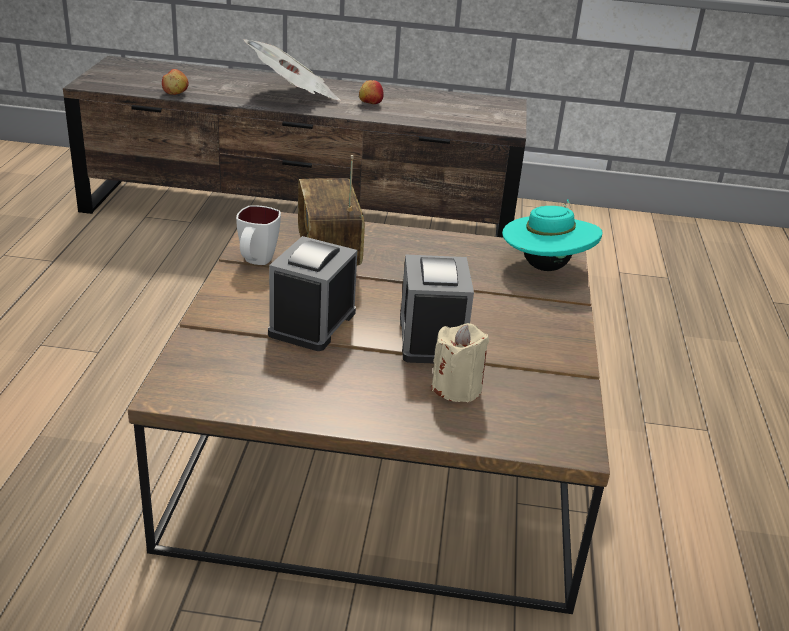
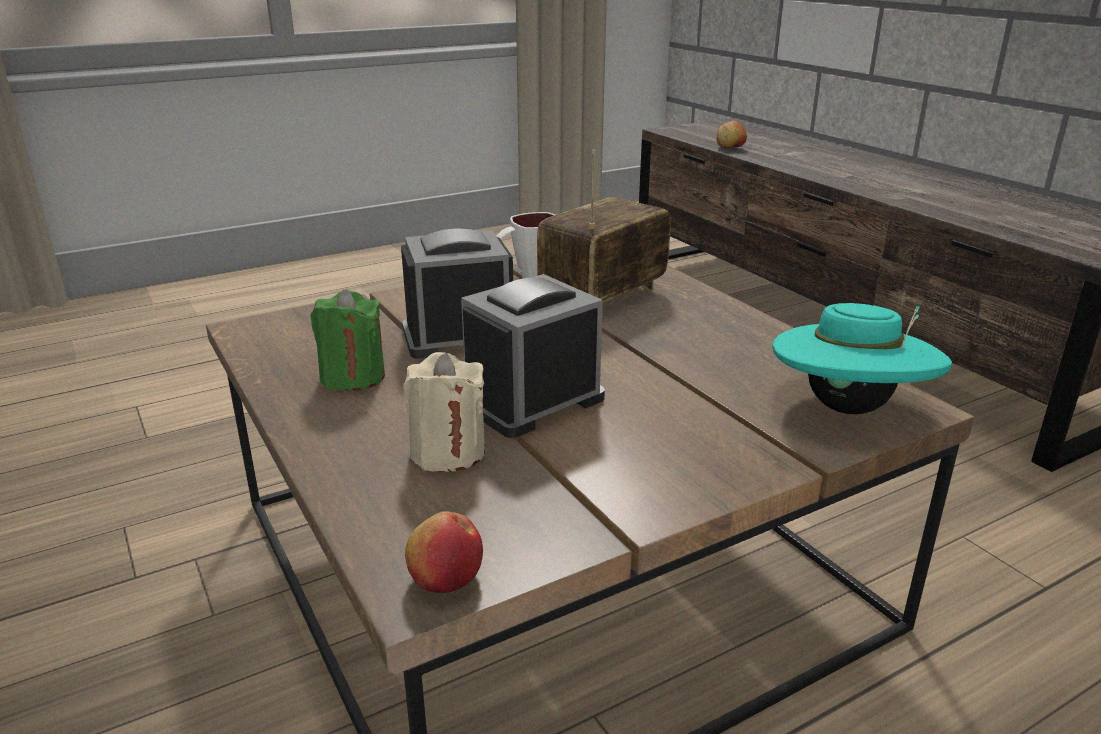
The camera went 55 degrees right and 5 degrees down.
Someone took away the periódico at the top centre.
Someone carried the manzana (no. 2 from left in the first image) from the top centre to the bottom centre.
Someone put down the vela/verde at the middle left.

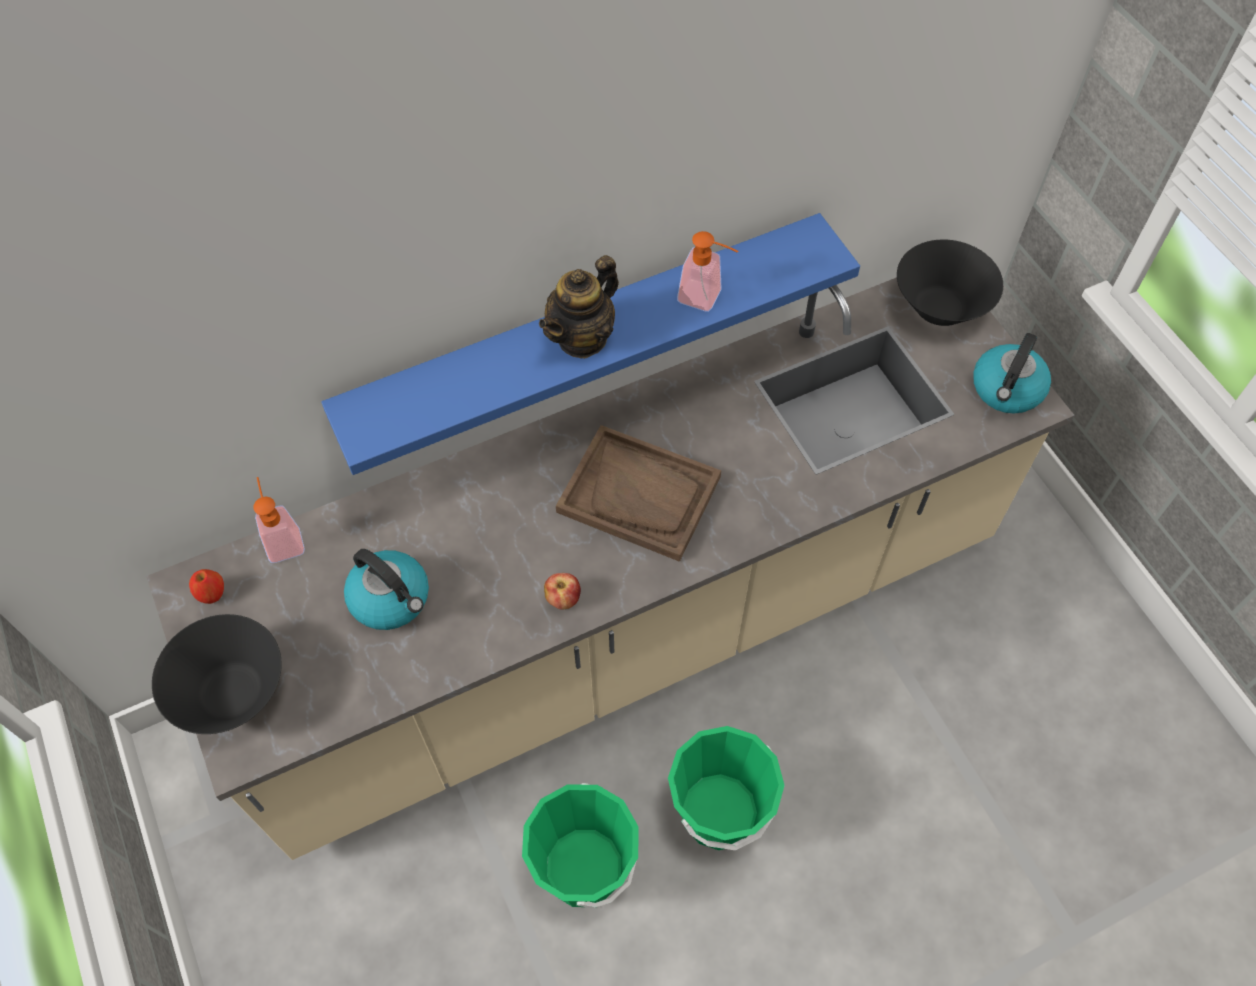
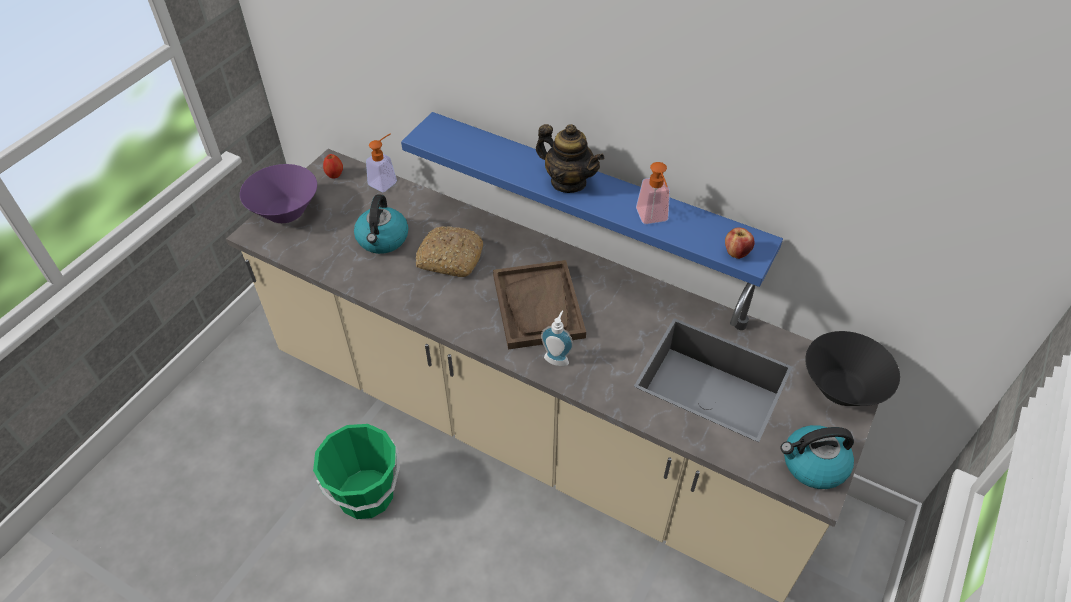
The camera went 55 degrees right and 10 degrees down.
Someone rotated the tetera at the top centre by 150 degrees counterclockwise.
Someone carried the manzana (no. 2 from left) from the centre to the middle right.
Someone repainted the cuenco/negro (no. 1 from left) at the bottom left, which became the cuenco/morado at the top left.
Someone took away the cubo/verde (no. 2 from left) at the bottom centre.
Someone put down the pan at the centre.
Someone put down the dispensador de jabón (no. 2 from left) at the centre.

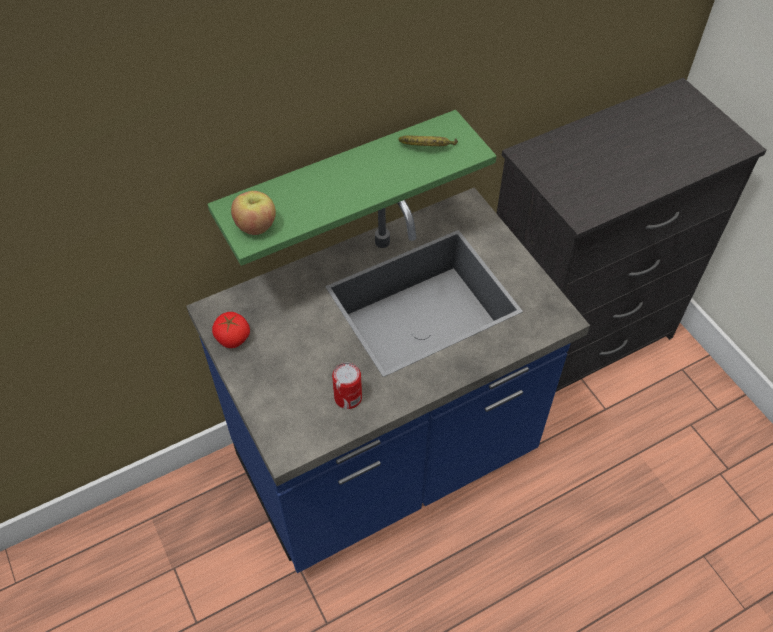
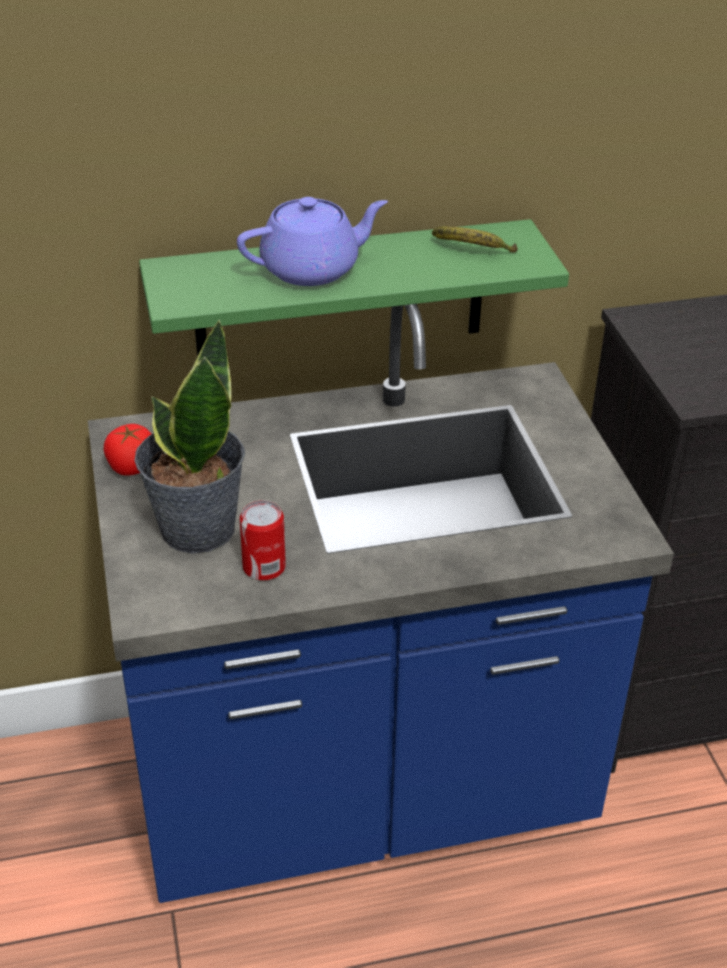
The camera went 15 degrees right and 15 degrees down.
Someone took away the manzana at the middle left.
Someone put down the tetera/morado at the top centre.
Someone put down the planta en maceta at the middle left.

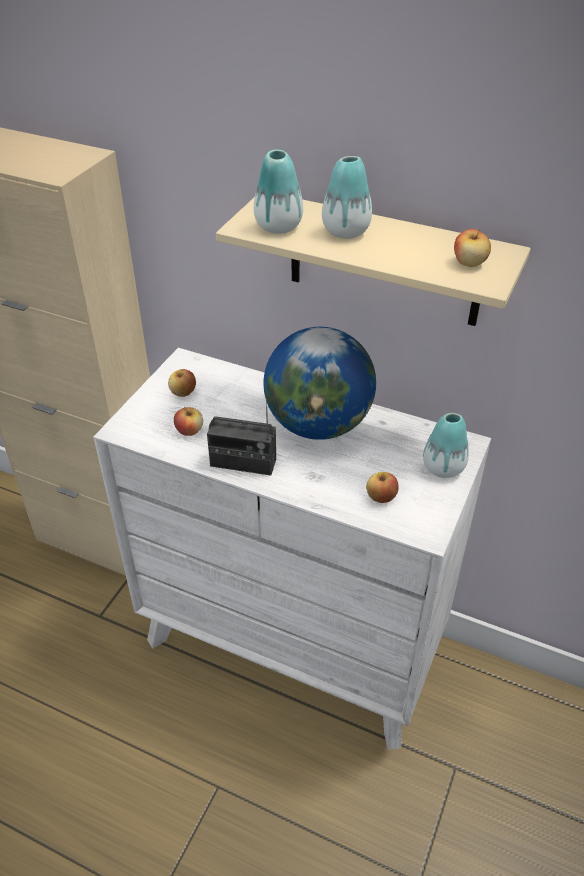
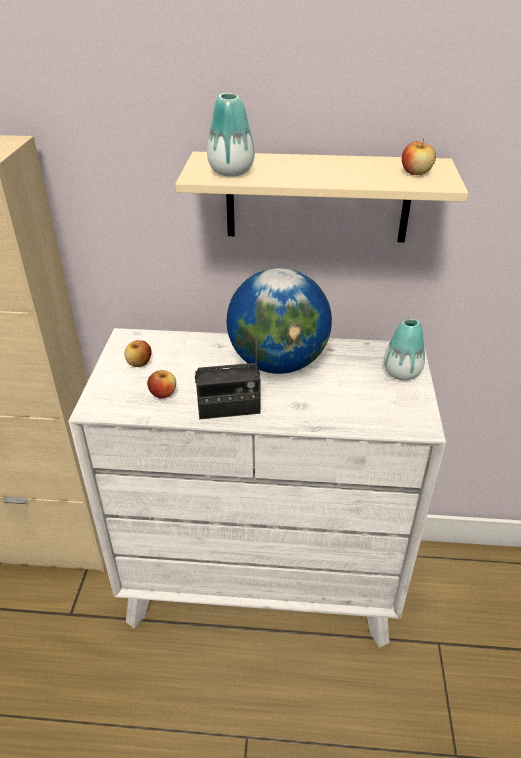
The camera went 20 degrees left and 5 degrees down.
Someone took away the florero (no. 2 from left) at the top centre.
Someone took away the manzana (no. 3 from left) at the centre.

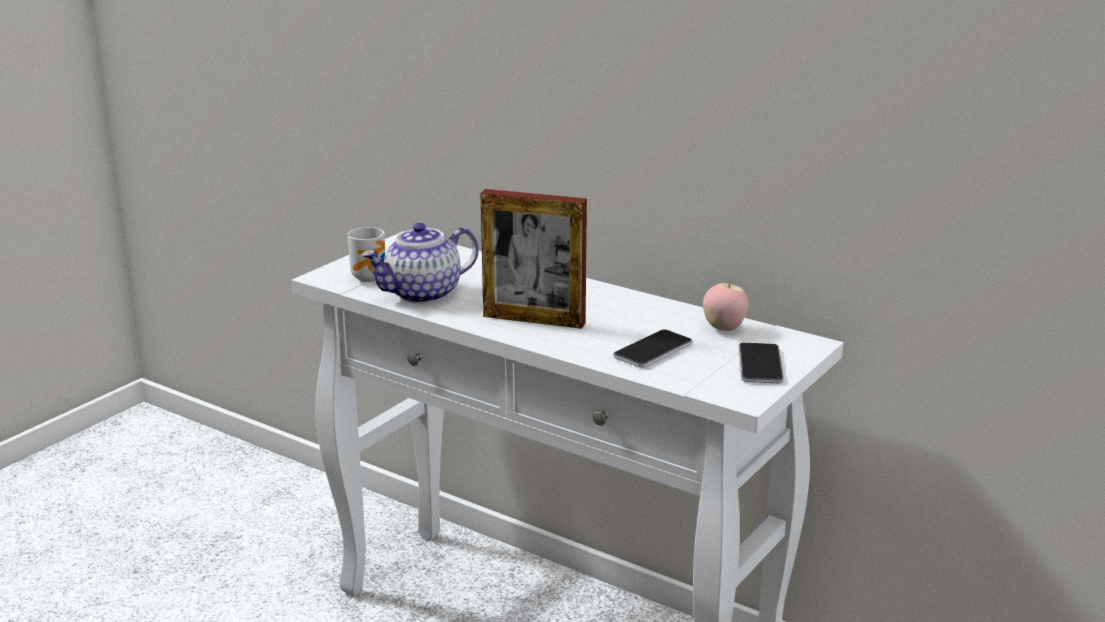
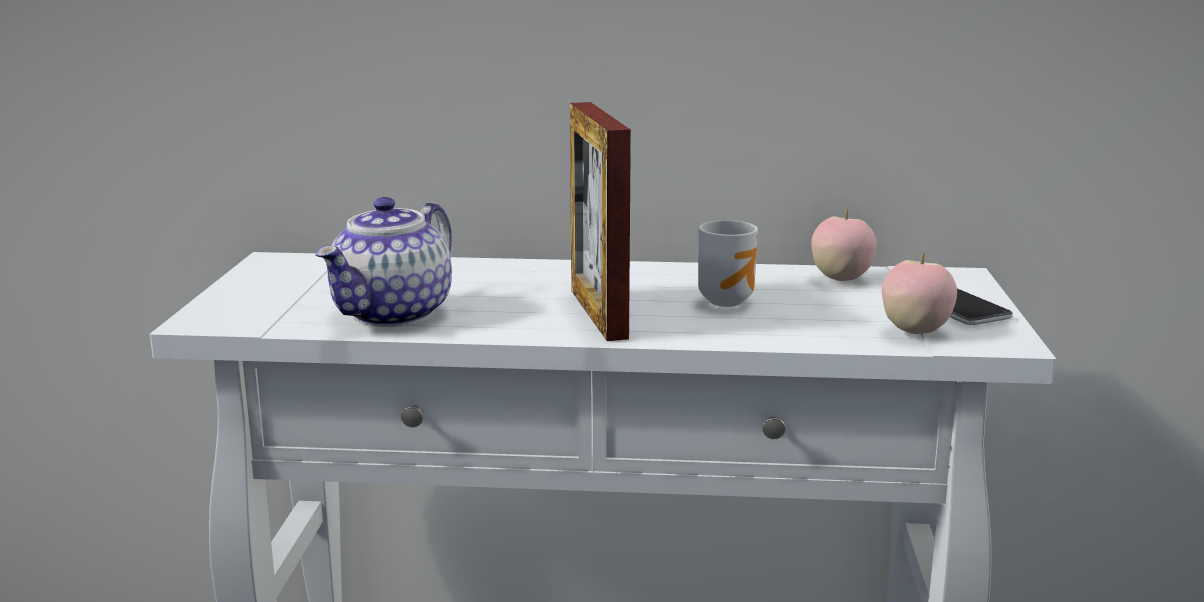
The camera went 30 degrees left and 5 degrees down.
Someone rotated the portarretratos at the centre by 90 degrees clockwise.
Someone carried the taza grande from the middle left to the centre.
Someone took away the móvil (no. 1 from left) at the centre.
Someone put down the manzana (no. 2 from left) at the middle right.

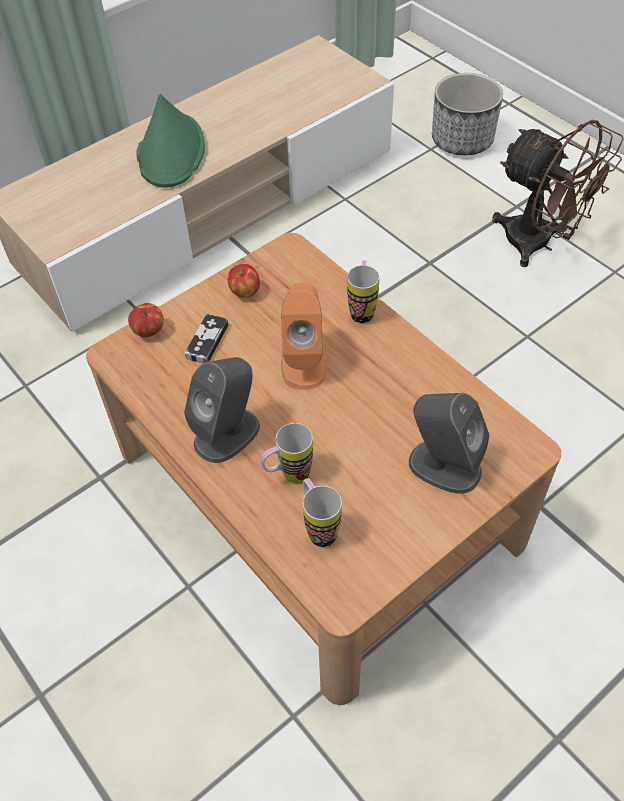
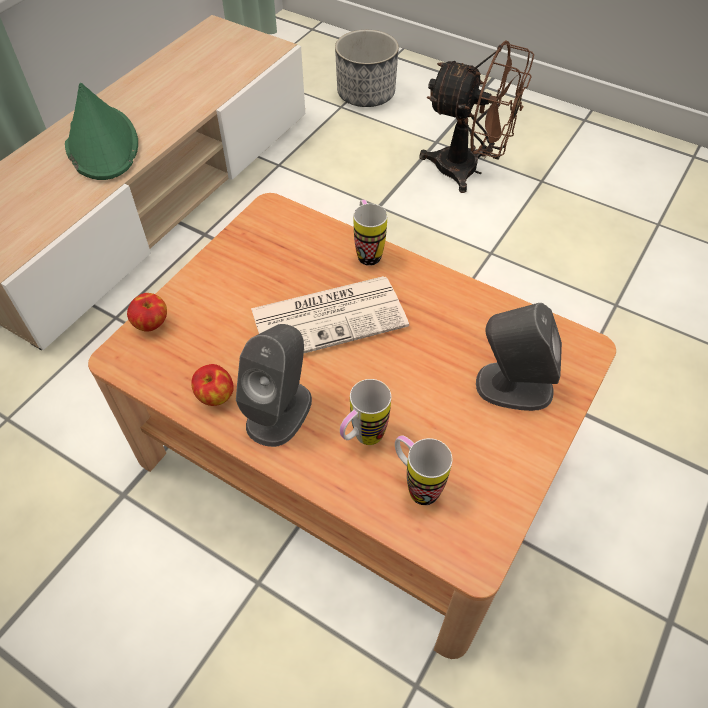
The camera went 20 degrees left and 0 degrees up.
Someone carried the manzana (no. 2 from left) from the centre to the middle left.
Someone swapped the altavoz/naranja at the centre for the periódico at the centre.
Someone took away the mando de consola at the middle left.

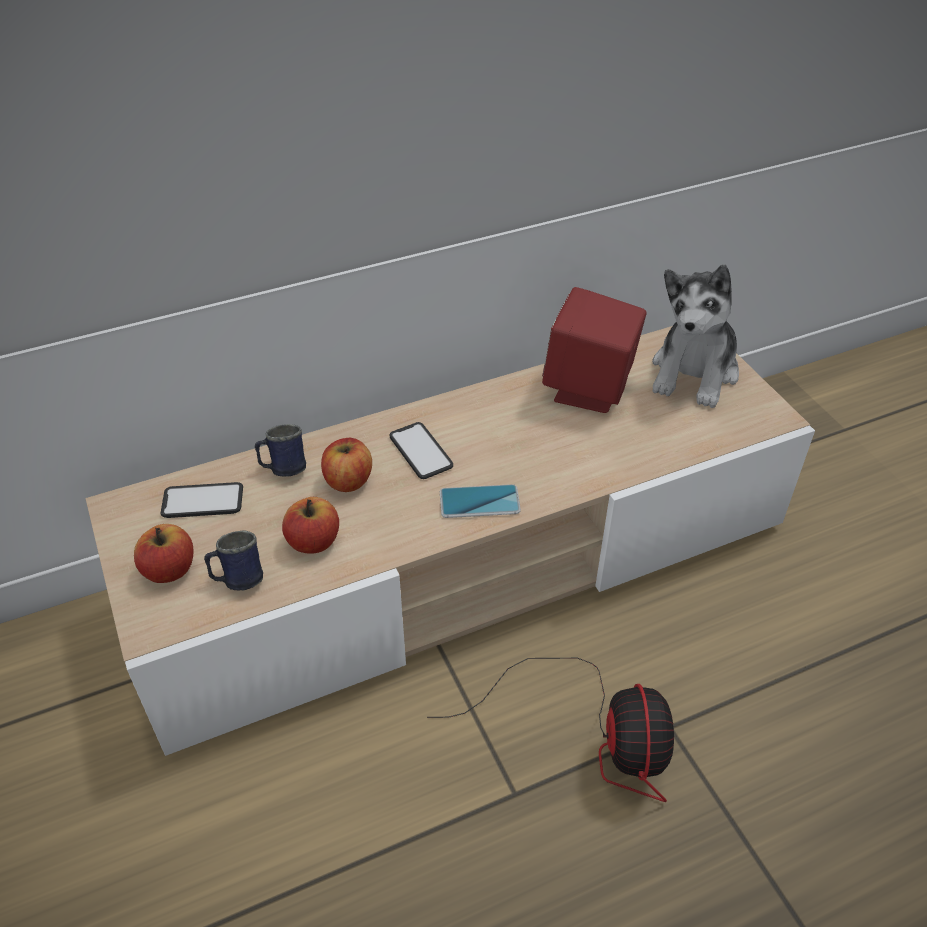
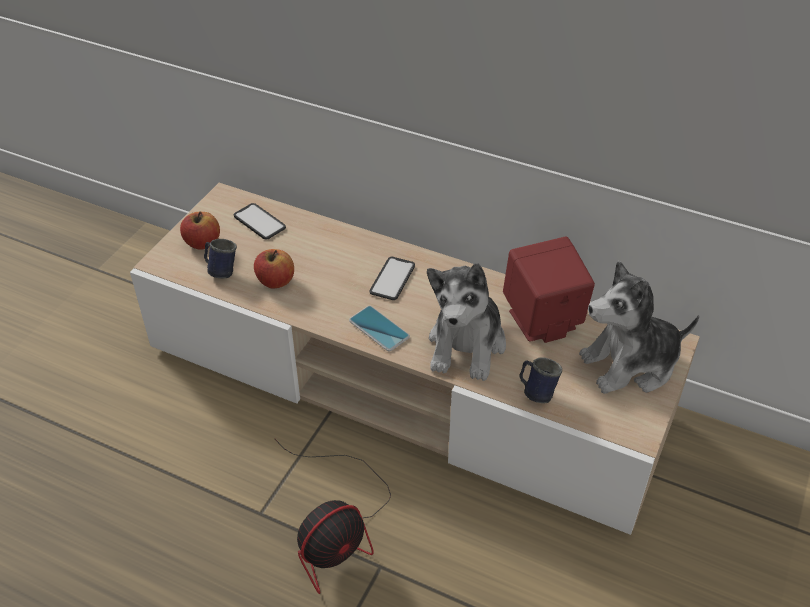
The camera went 50 degrees right and 0 degrees up.
Someone carried the taza grande/azul (no. 2 from left) from the middle left to the middle right.
Someone took away the manzana (no. 3 from left) at the centre.
Someone put down the peluche (no. 1 from left) at the centre.

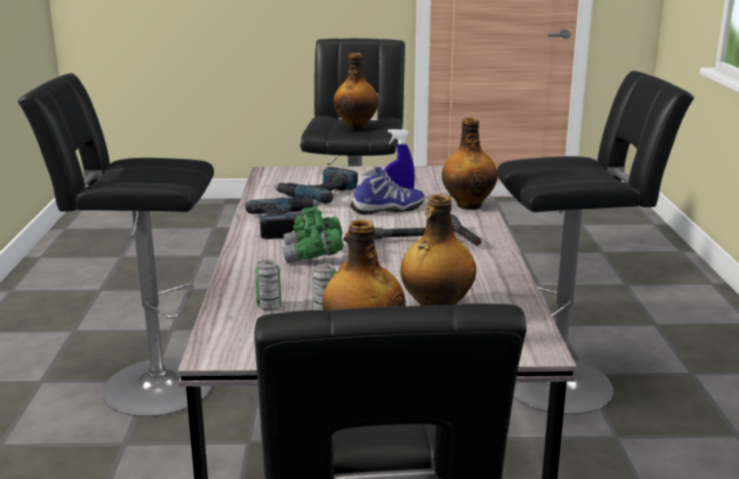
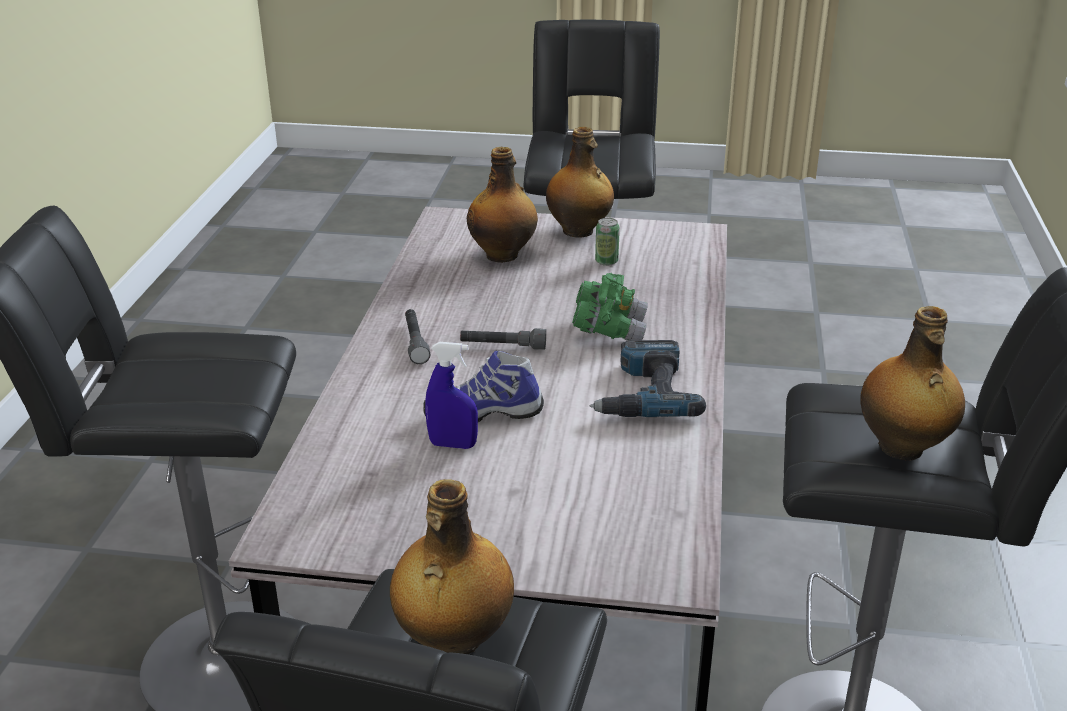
The camera went 170 degrees left and 10 degrees up.
Someone carried the botella (no. 4 from left) from the centre to the middle right.
Someone took away the taladro (no. 2 from left) at the centre.
Someone took away the lata (no. 1 from left) at the centre.

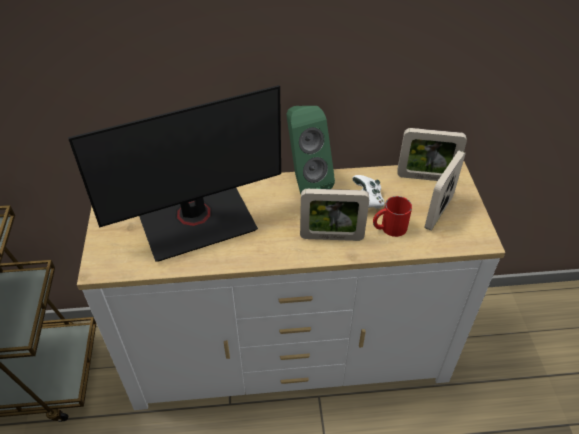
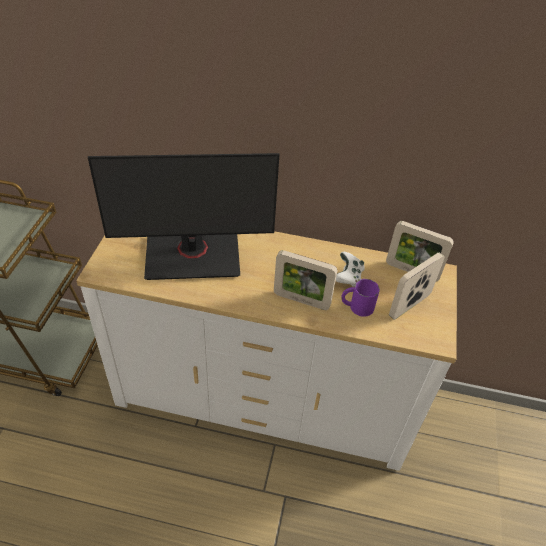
The camera went 15 degrees right and 0 degrees up.
Someone took away the altavoz/verde at the centre.
Someone repainted the taza grande/rojo at the middle right, which became the taza grande/morado at the centre.

